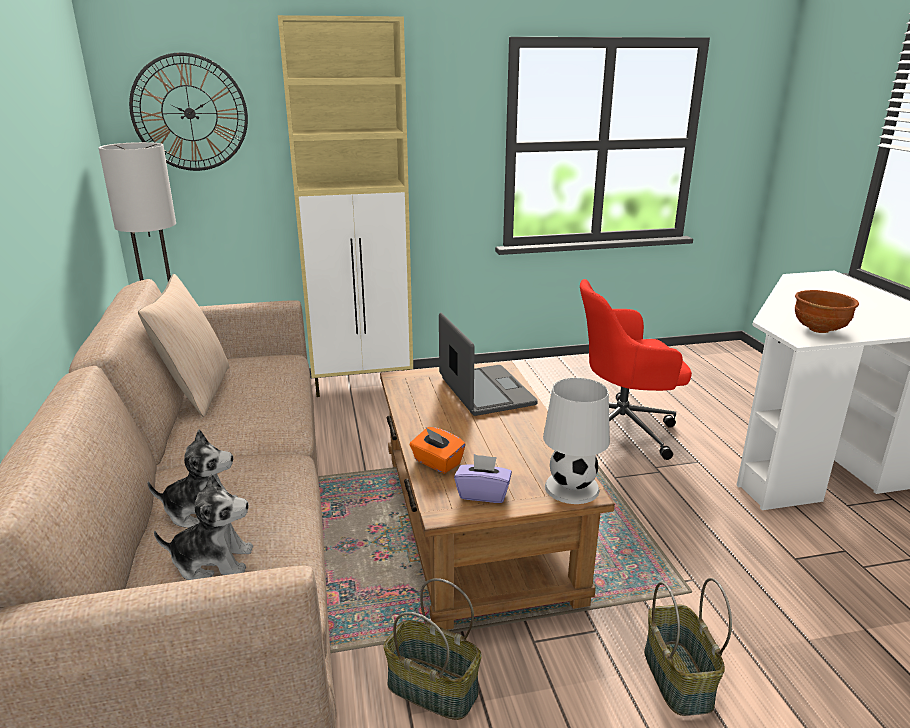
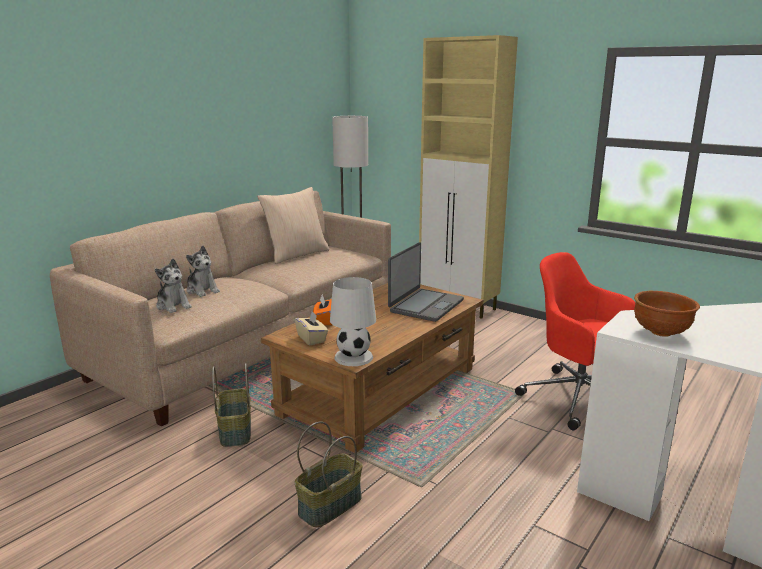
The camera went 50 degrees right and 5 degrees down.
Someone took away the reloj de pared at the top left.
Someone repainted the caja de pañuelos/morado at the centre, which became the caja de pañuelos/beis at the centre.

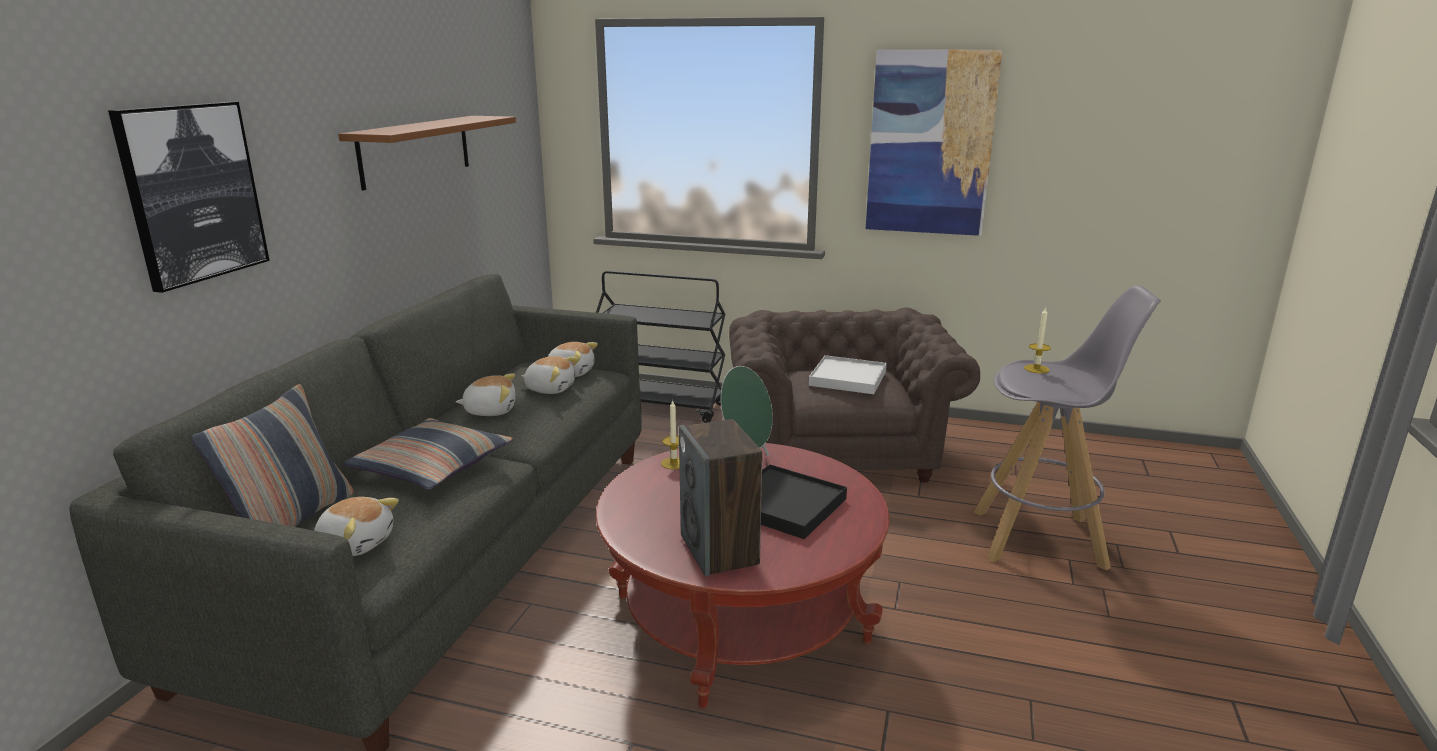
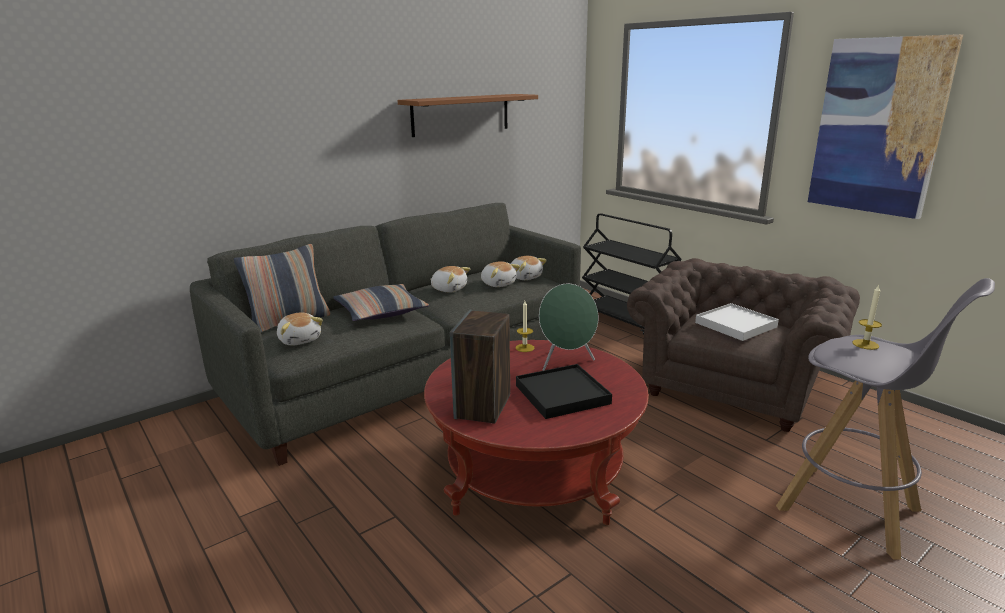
The camera went 35 degrees right and 0 degrees up.
Someone took away the cuadro (no. 1 from left) at the top left.

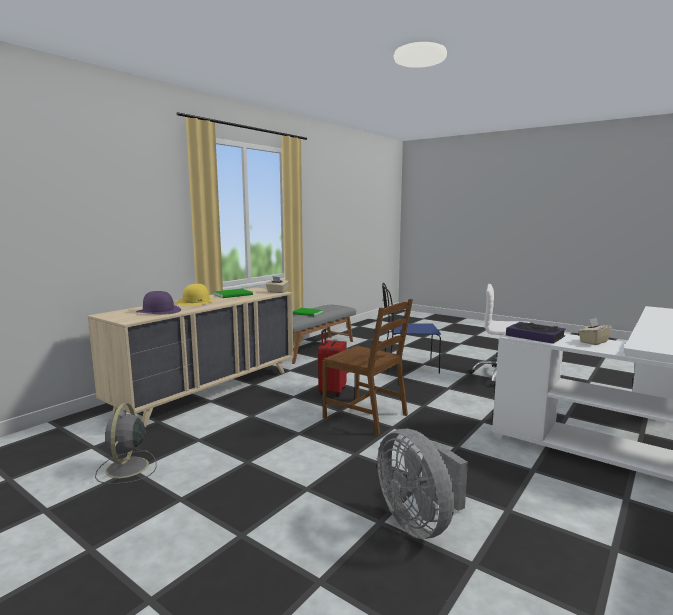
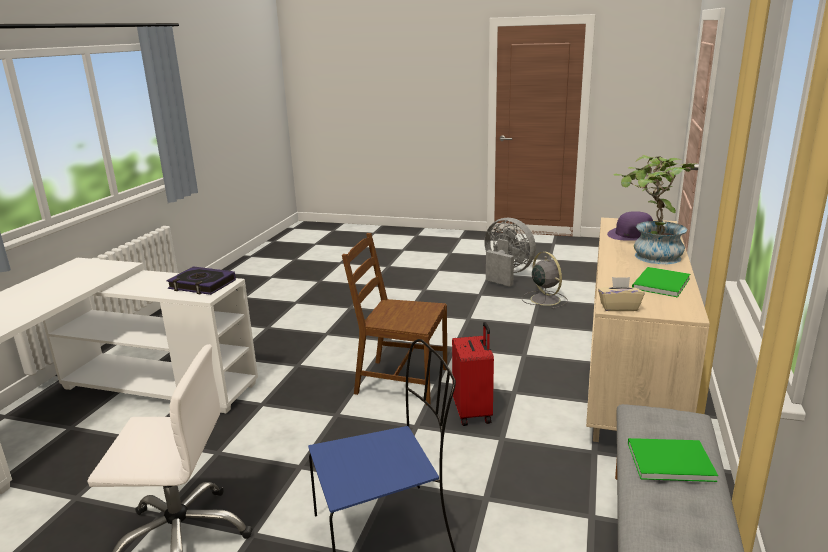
The camera went 160 degrees right and 10 degrees up.
Someone swapped the sombrero/amarillo at the middle left for the planta en maceta at the middle right.
Someone took away the caja de pañuelos/beis (no. 2 from left) at the middle right.
Someone carried the ventilador/gris (no. 2 from left in the first image) from the bottom centre to the centre.

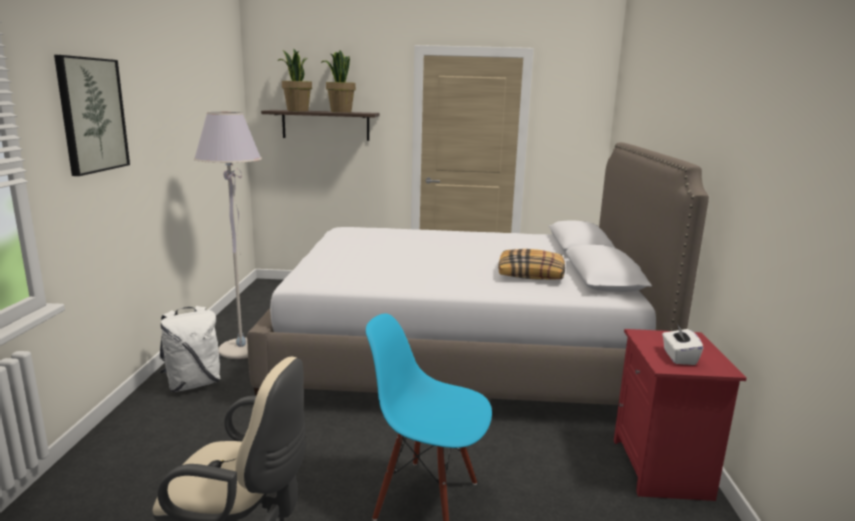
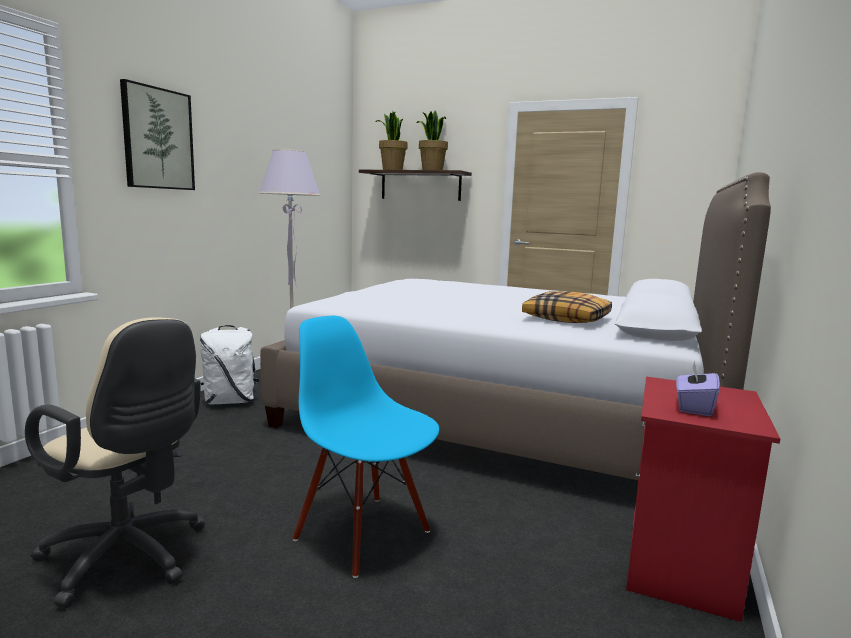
The camera went 20 degrees right and 5 degrees down.
Someone repainted the caja de pañuelos/blanco at the middle right, which became the caja de pañuelos/morado at the middle right.

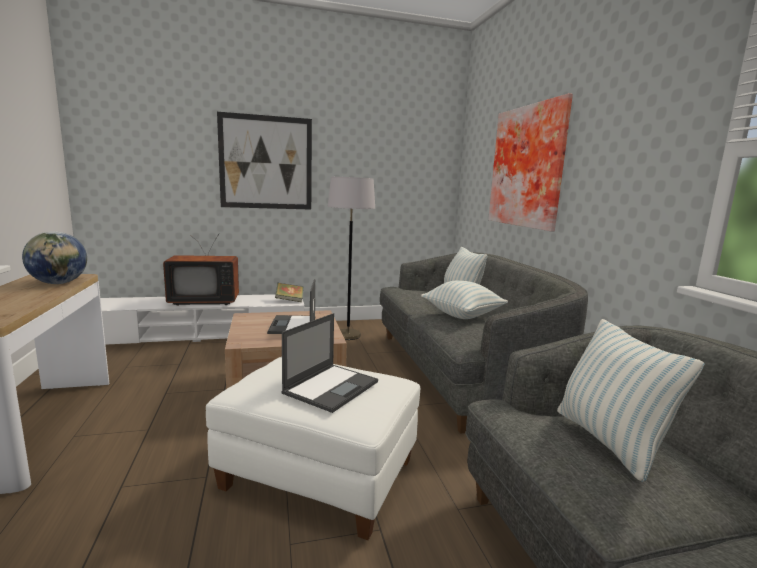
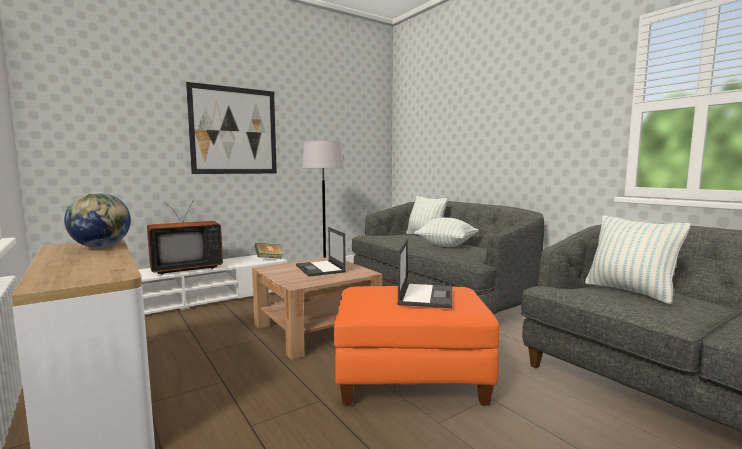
The camera went 20 degrees left and 5 degrees down.
Someone took away the cuadro (no. 2 from left) at the top right.
Someone repainted the puf/blanco at the bottom centre, which became the puf/naranja at the bottom centre.

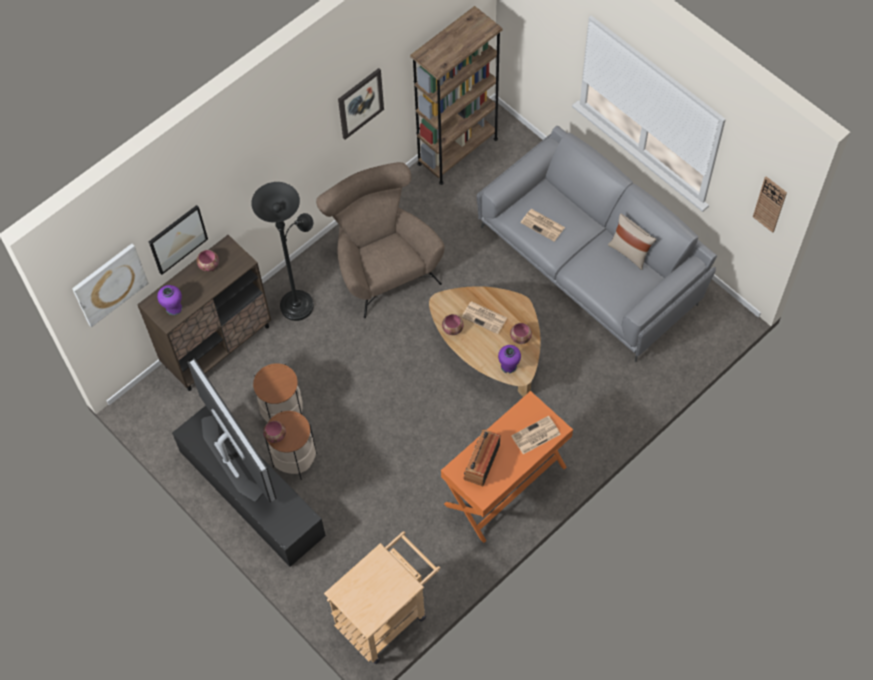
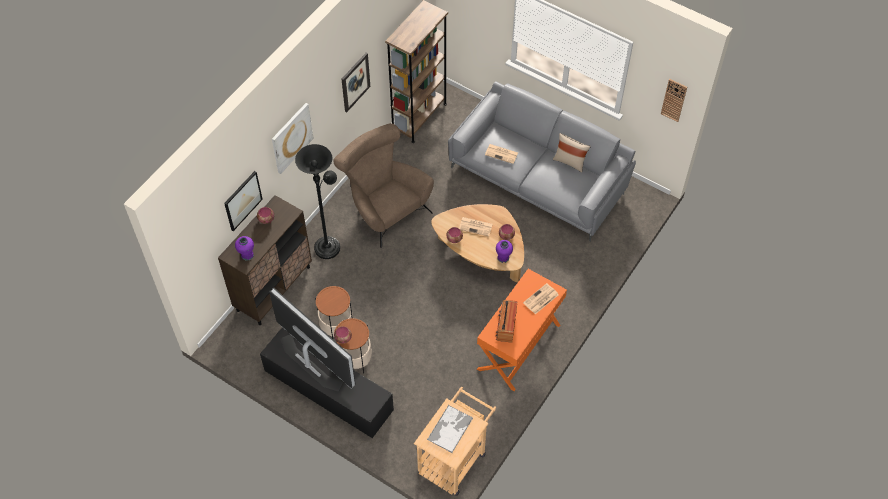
The camera went 15 degrees left and 5 degrees down.
Someone carried the cuadro (no. 1 from left in the first image) from the middle left to the top left.
Someone put down the bandeja at the bottom centre.

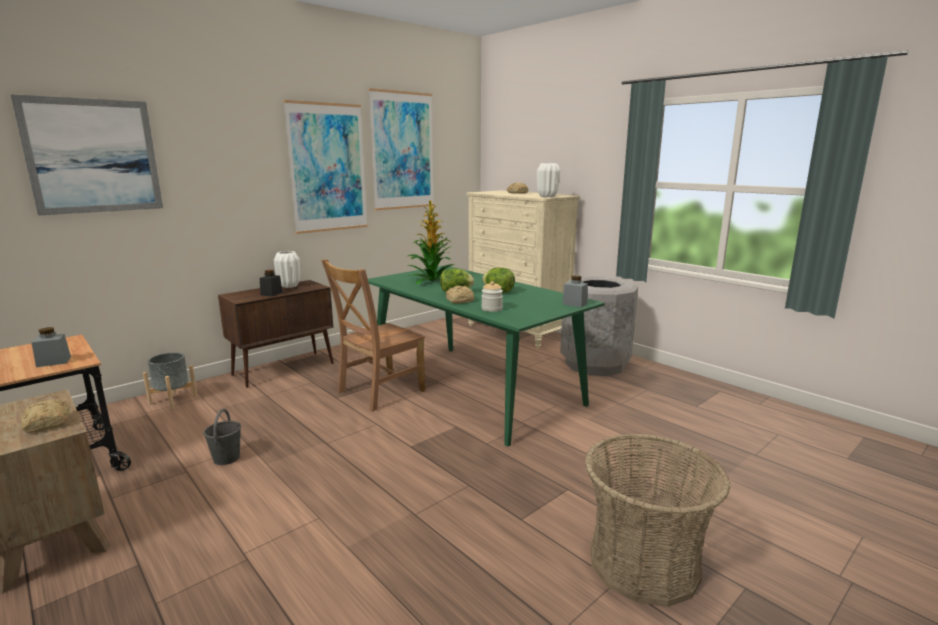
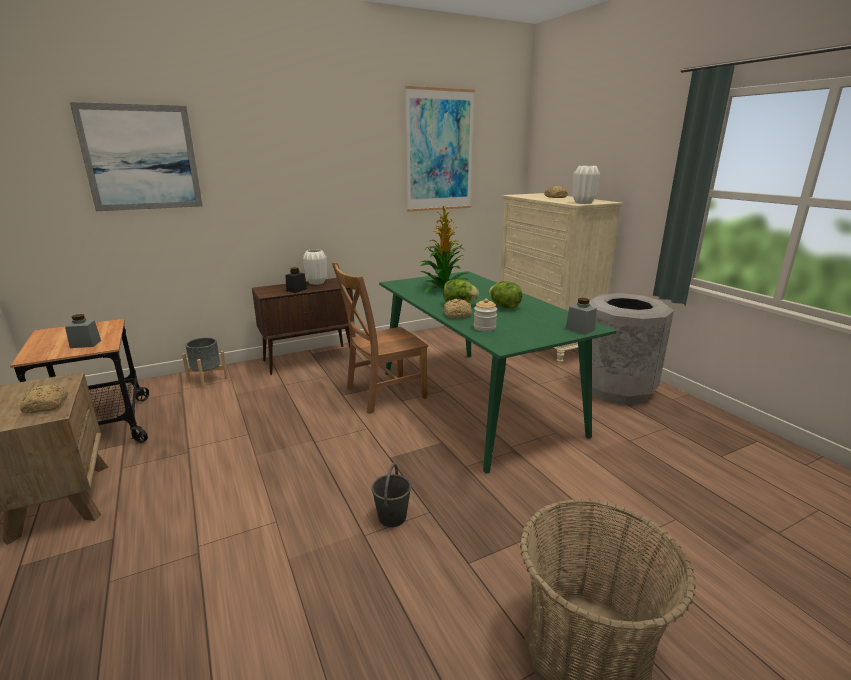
The camera went 15 degrees right and 5 degrees up.
Someone took away the cuadro (no. 2 from left) at the top centre.
Someone carried the cubo/gris from the bottom left to the bottom centre.

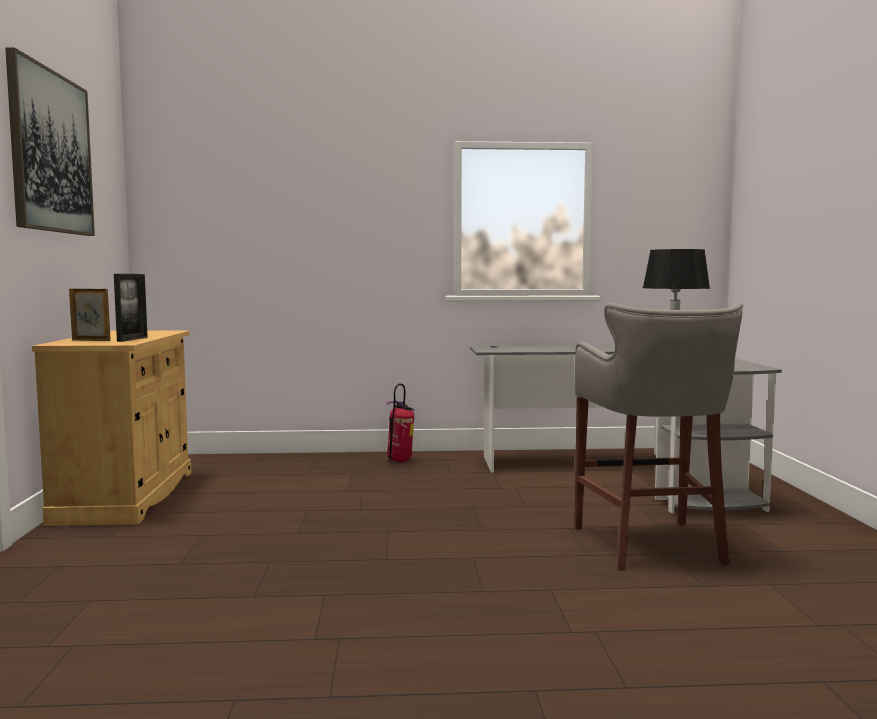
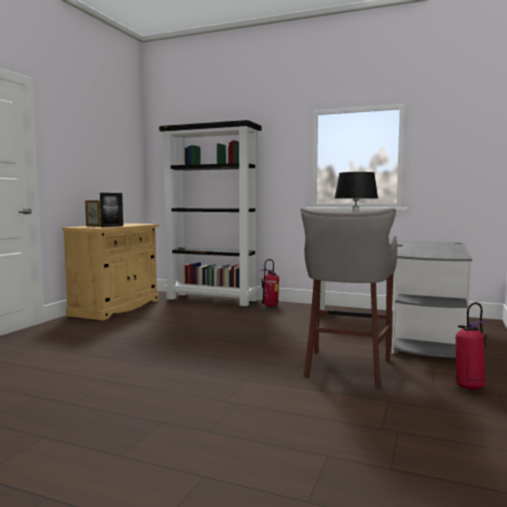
The camera went 25 degrees right and 0 degrees up.
Someone took away the cuadro at the top left.
Someone put down the estantería/negro at the centre.
Someone put down the extintor (no. 2 from left) at the bottom right.

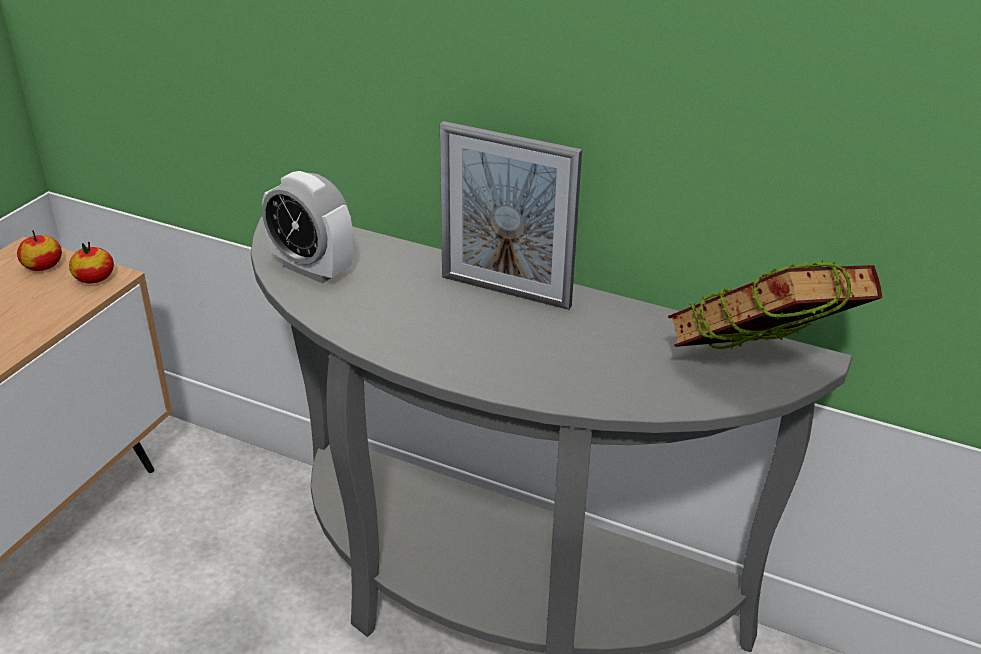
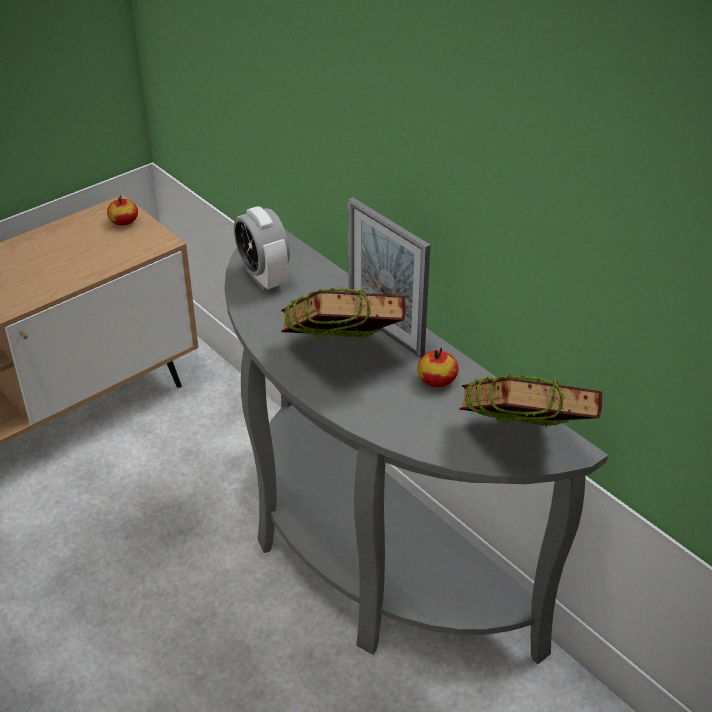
The camera went 25 degrees right and 5 degrees up.
Someone carried the manzana (no. 2 from left) from the middle left to the centre.
Someone put down the libro (no. 1 from left) at the centre.

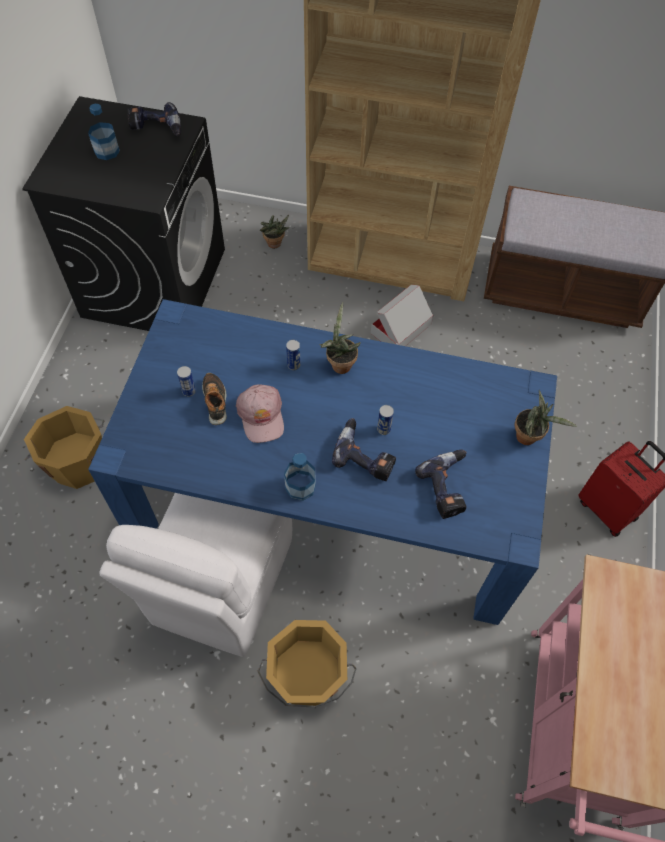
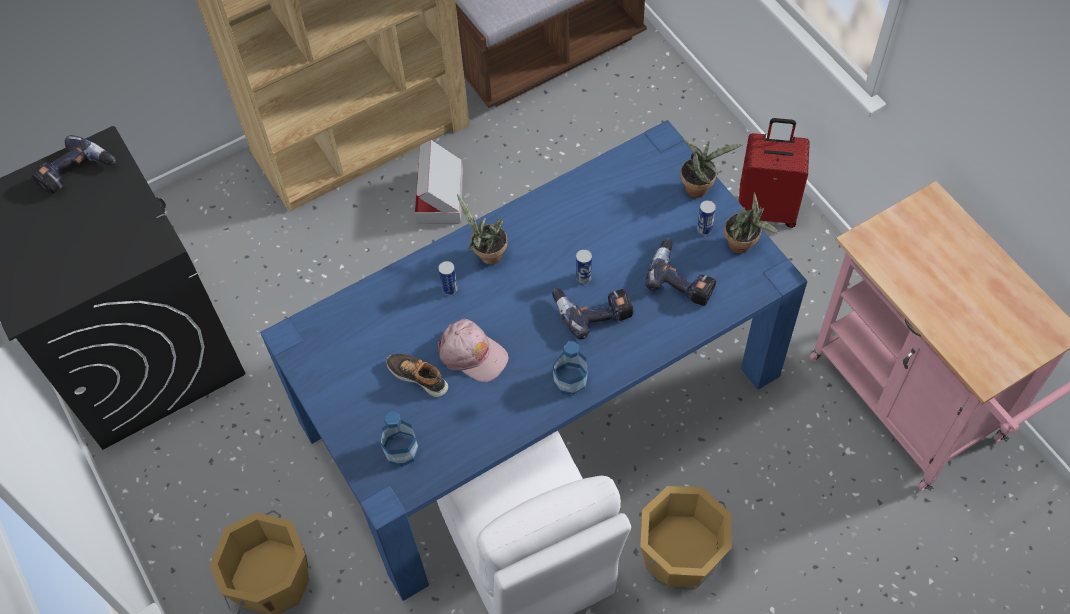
The camera went 40 degrees left and 0 degrees up.
Someone carried the botella (no. 1 from left) from the top left to the bottom centre.
Someone carried the planta en maceta (no. 1 from left in the first image) from the top centre to the middle right.
Someone carried the lata (no. 1 from left in the first image) from the middle left to the centre.

